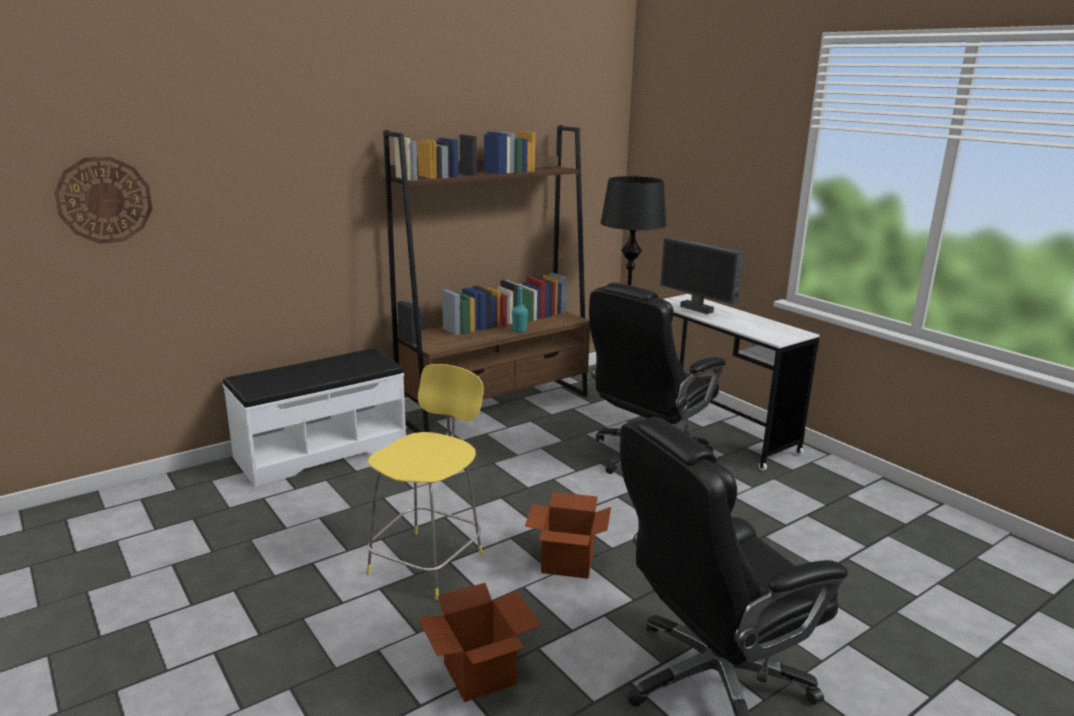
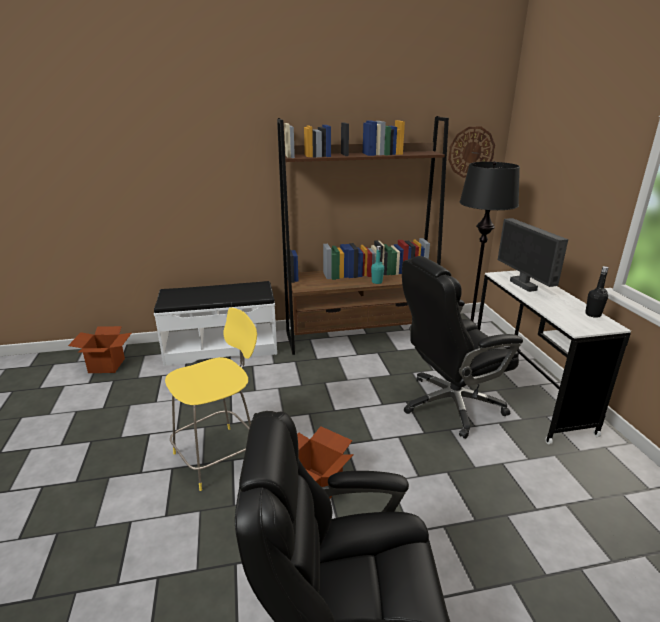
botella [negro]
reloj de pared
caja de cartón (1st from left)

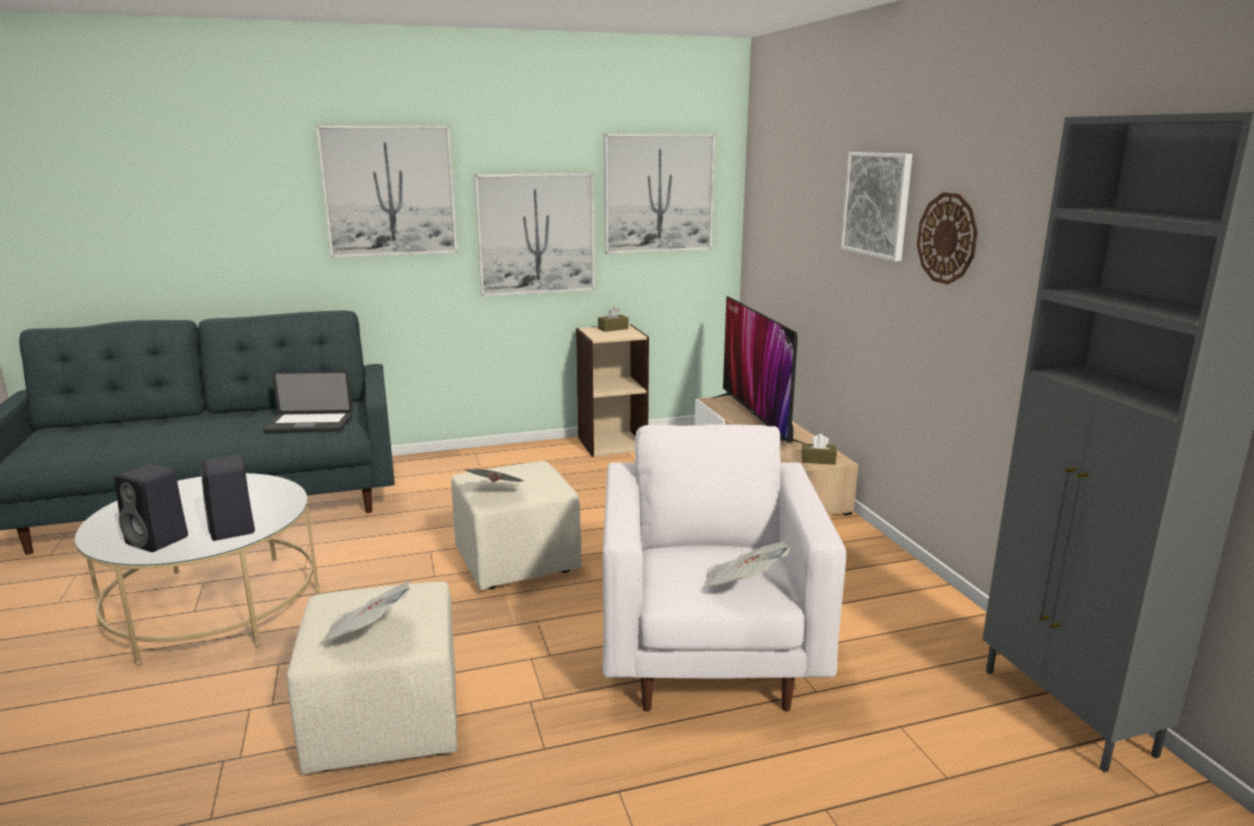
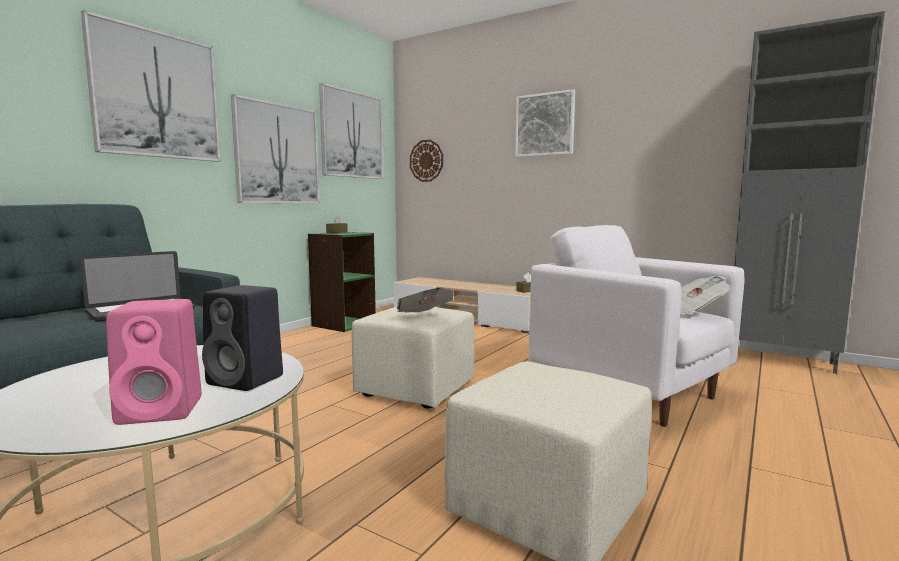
periódico (1st from left in the first image)
televisor
reloj de pared
altavoz [rosa]
estantería [verde]

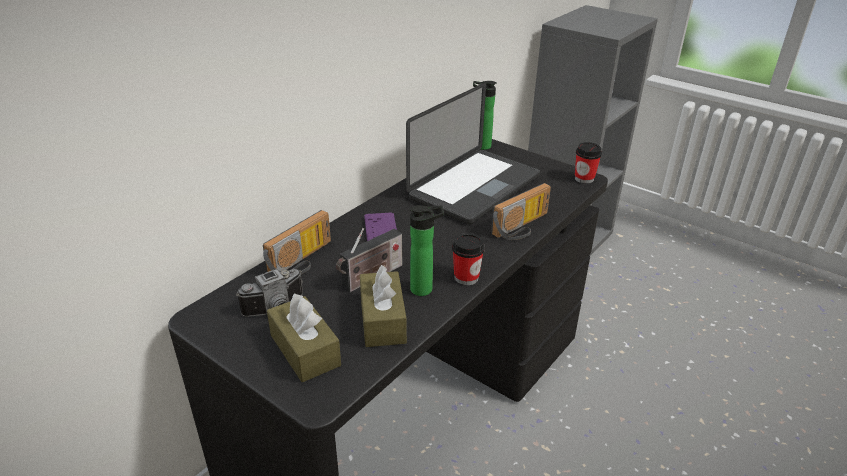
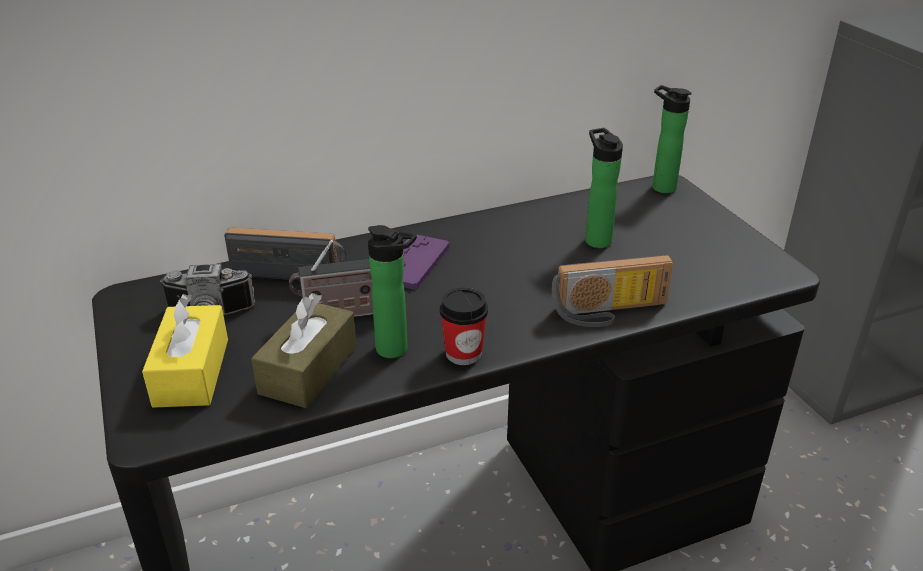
taza (2nd from left in the first image)
botella (2nd from left)
caja de pañuelos [amarillo]
radio (1st from left)

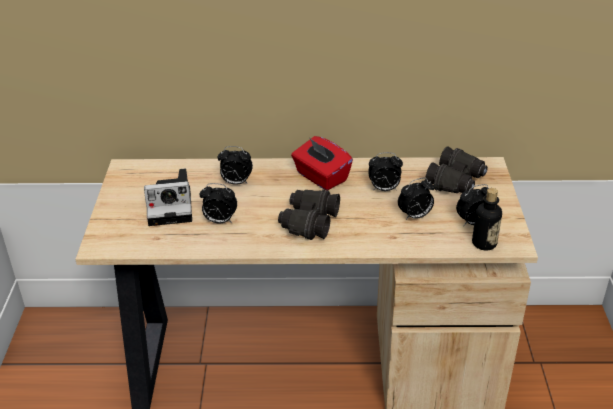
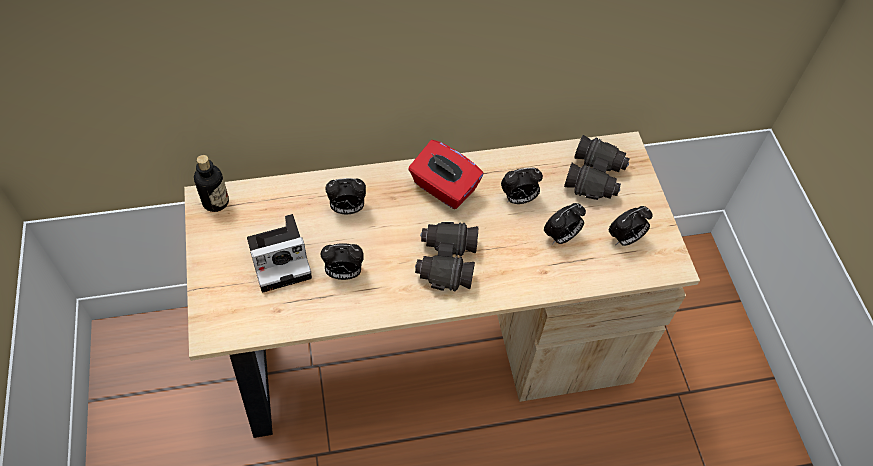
botella

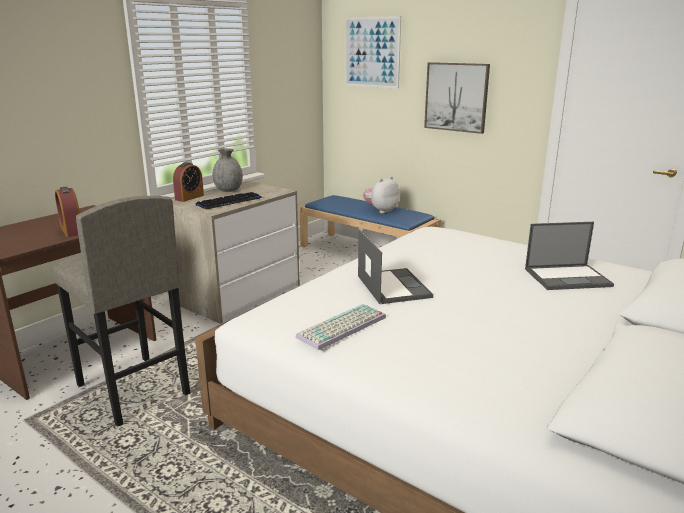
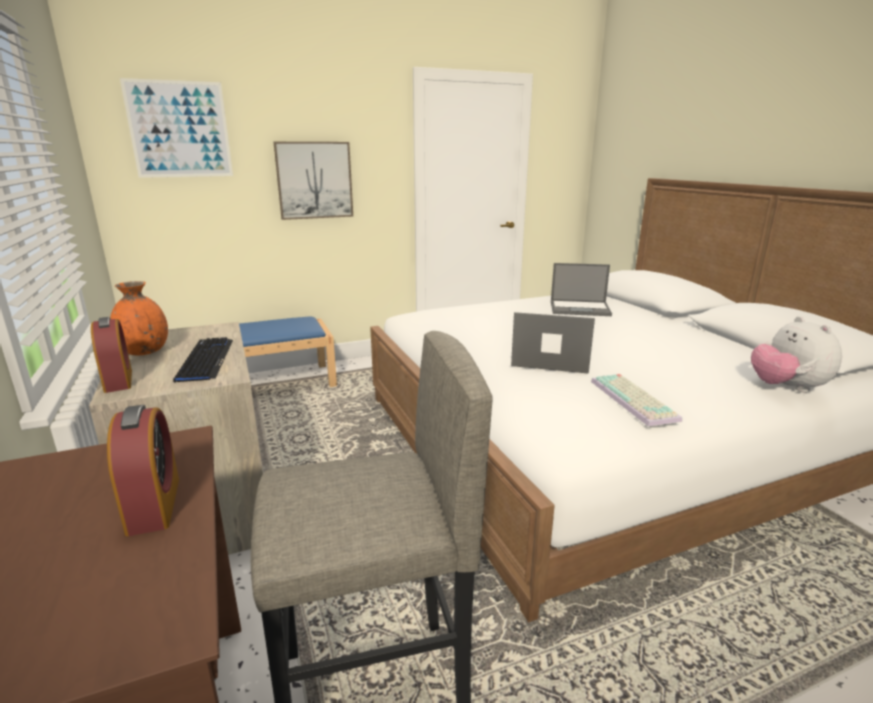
peluche
florero [naranja]
despertador (2nd from left)
portátil (2nd from left)

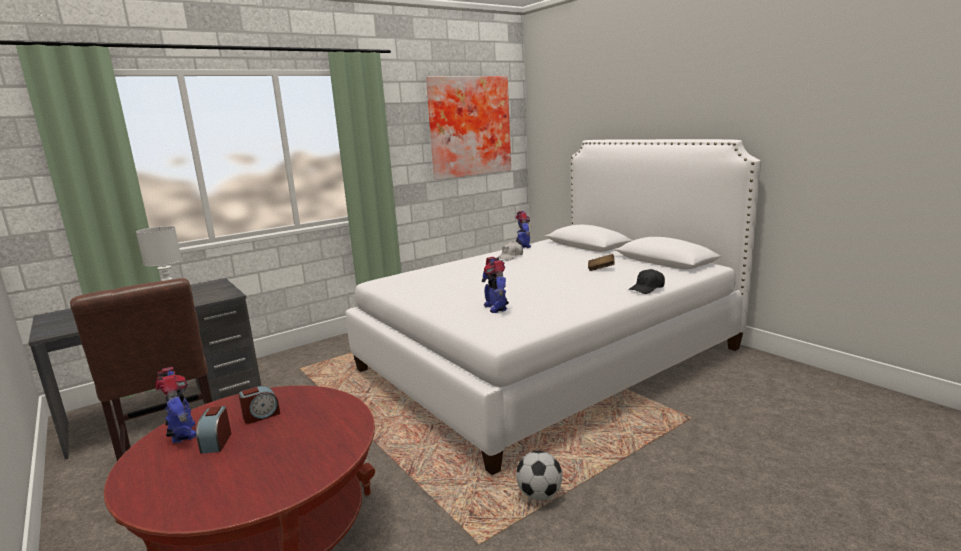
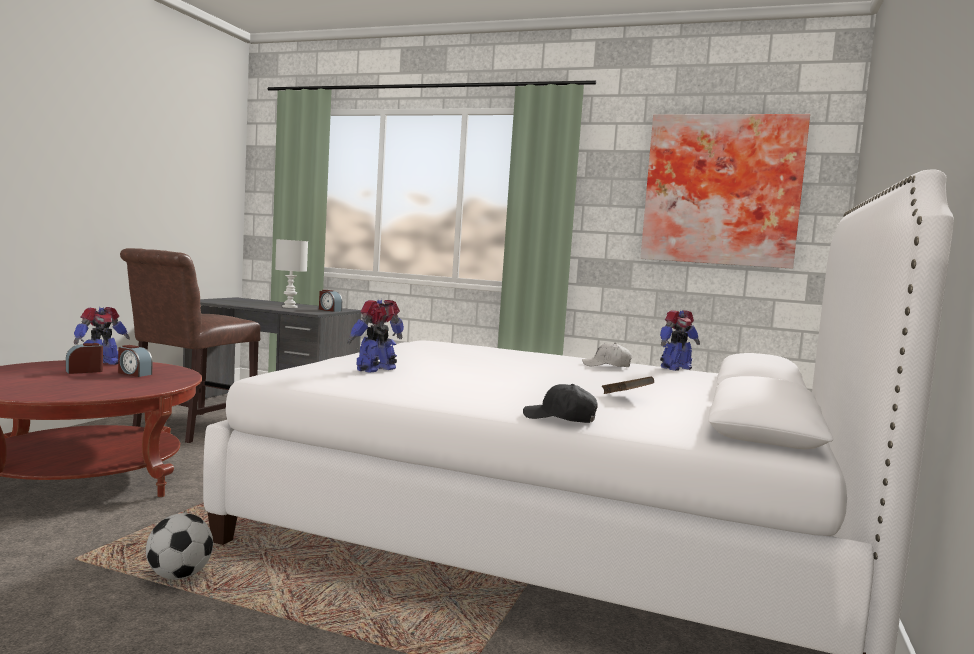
despertador (3rd from left)

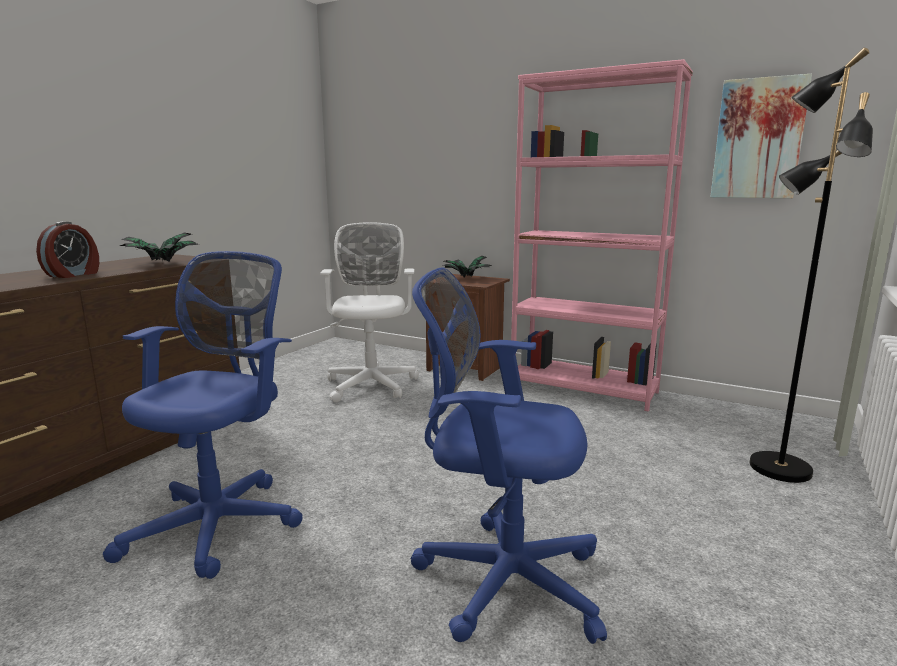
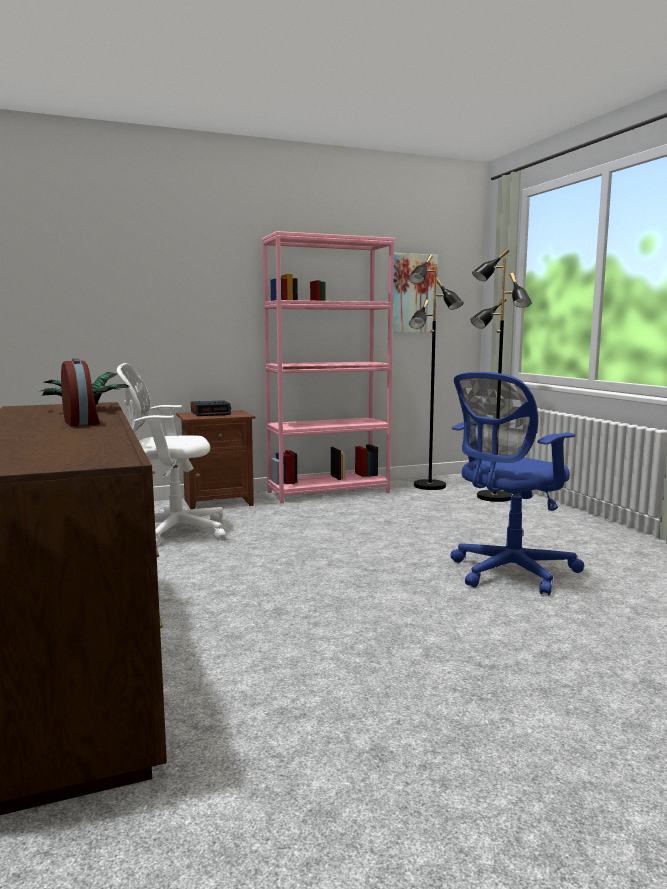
silla de oficina [azul] (1st from left in the first image)
lámpara de pie [negro] (1st from left)
despertador (2nd from left)
silla de oficina [blanco]

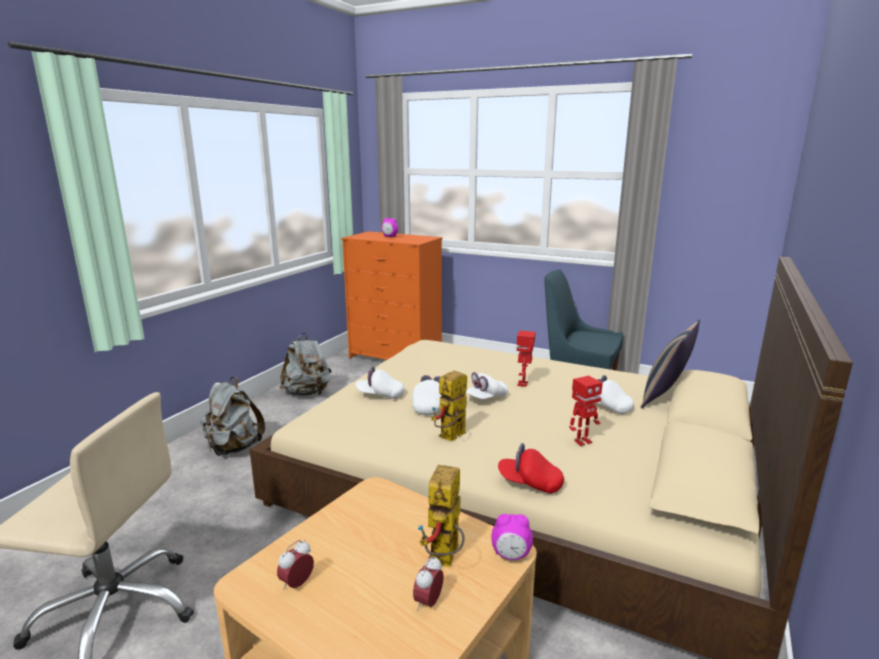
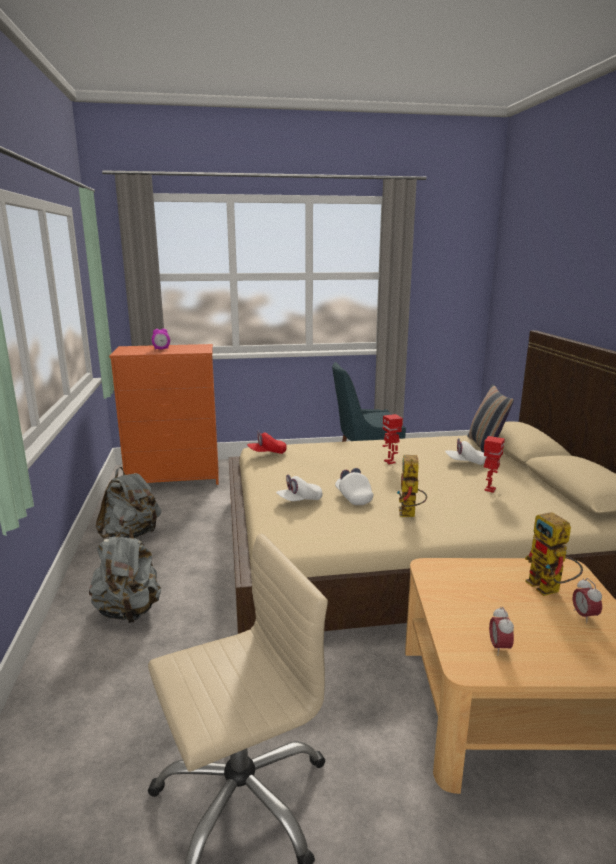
gorra [blanco] (3rd from left in the first image)
despertador (4th from left in the first image)
gorra [rojo]

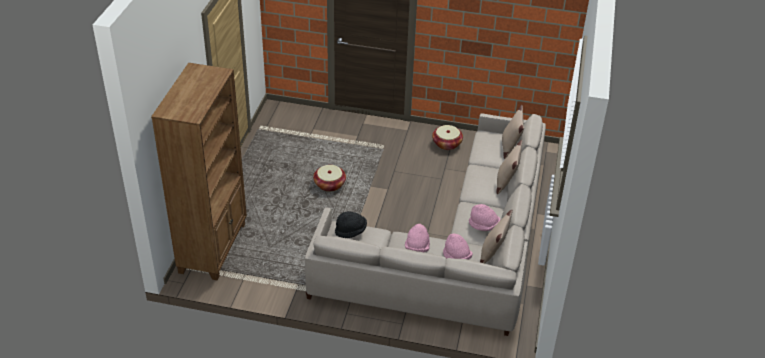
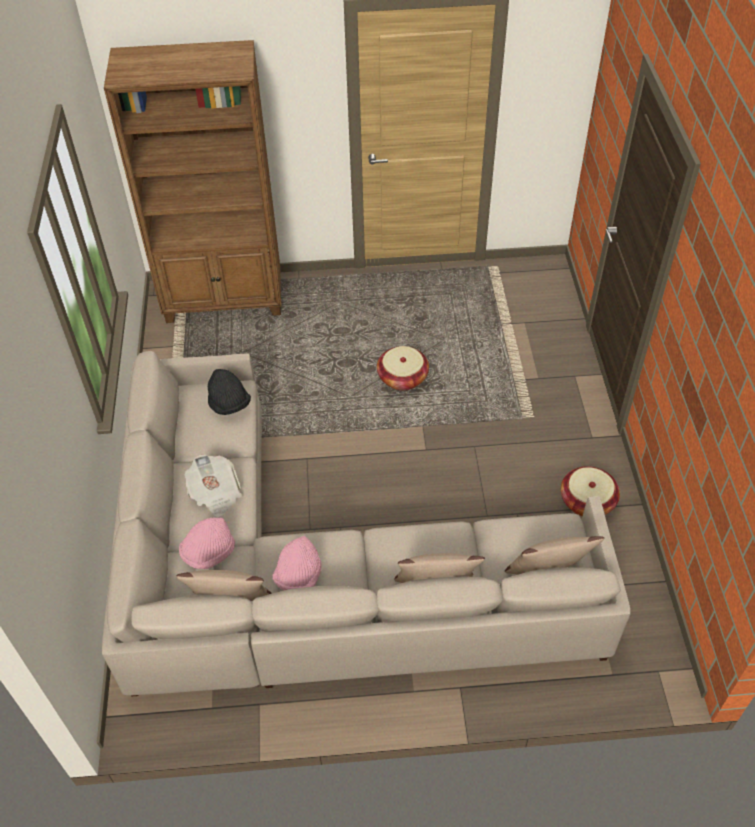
periódico

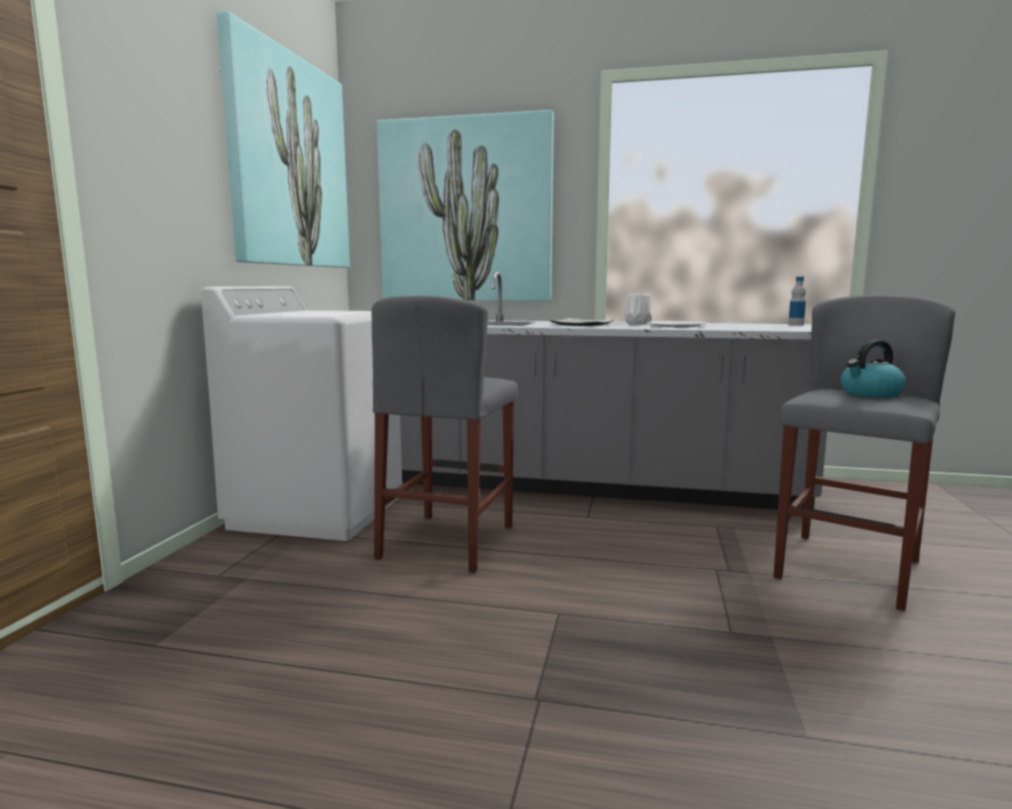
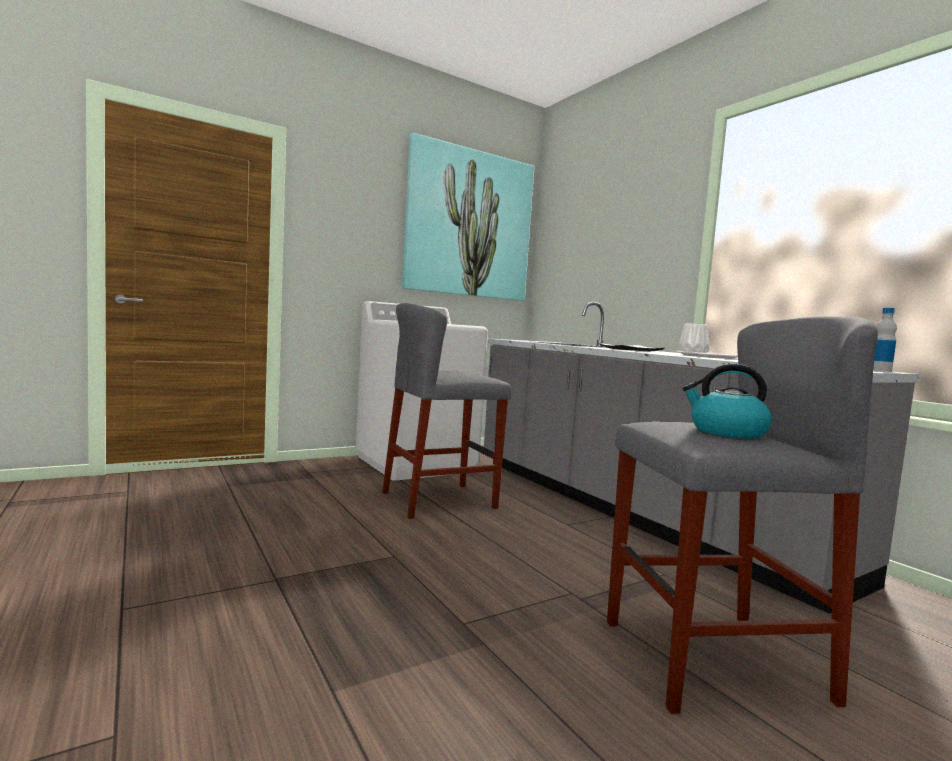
cuadro (2nd from left in the first image)

